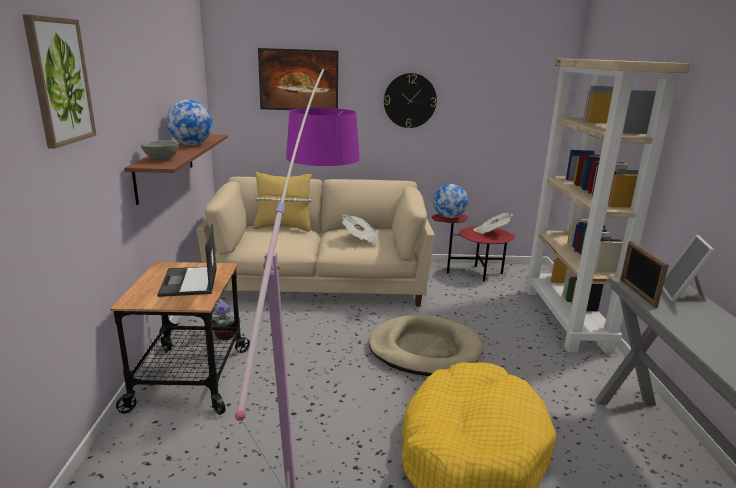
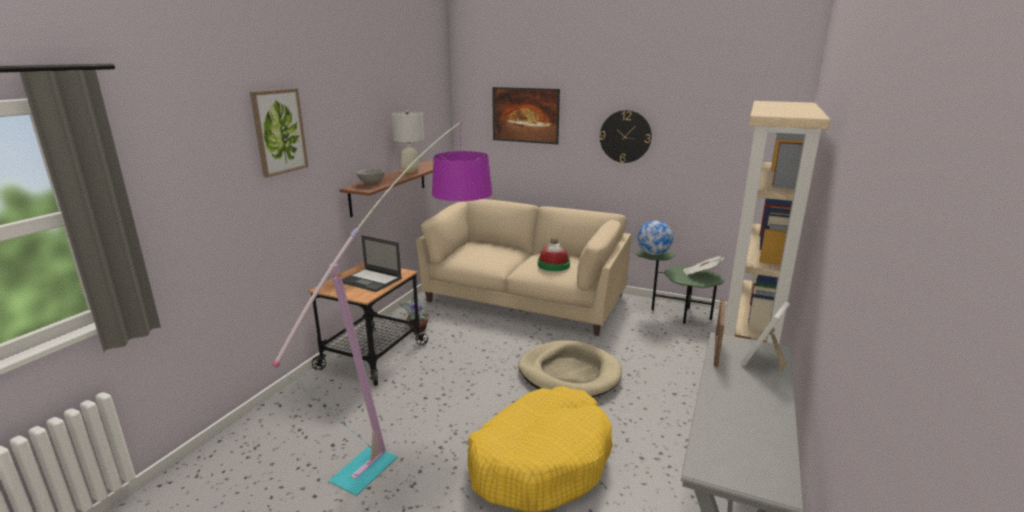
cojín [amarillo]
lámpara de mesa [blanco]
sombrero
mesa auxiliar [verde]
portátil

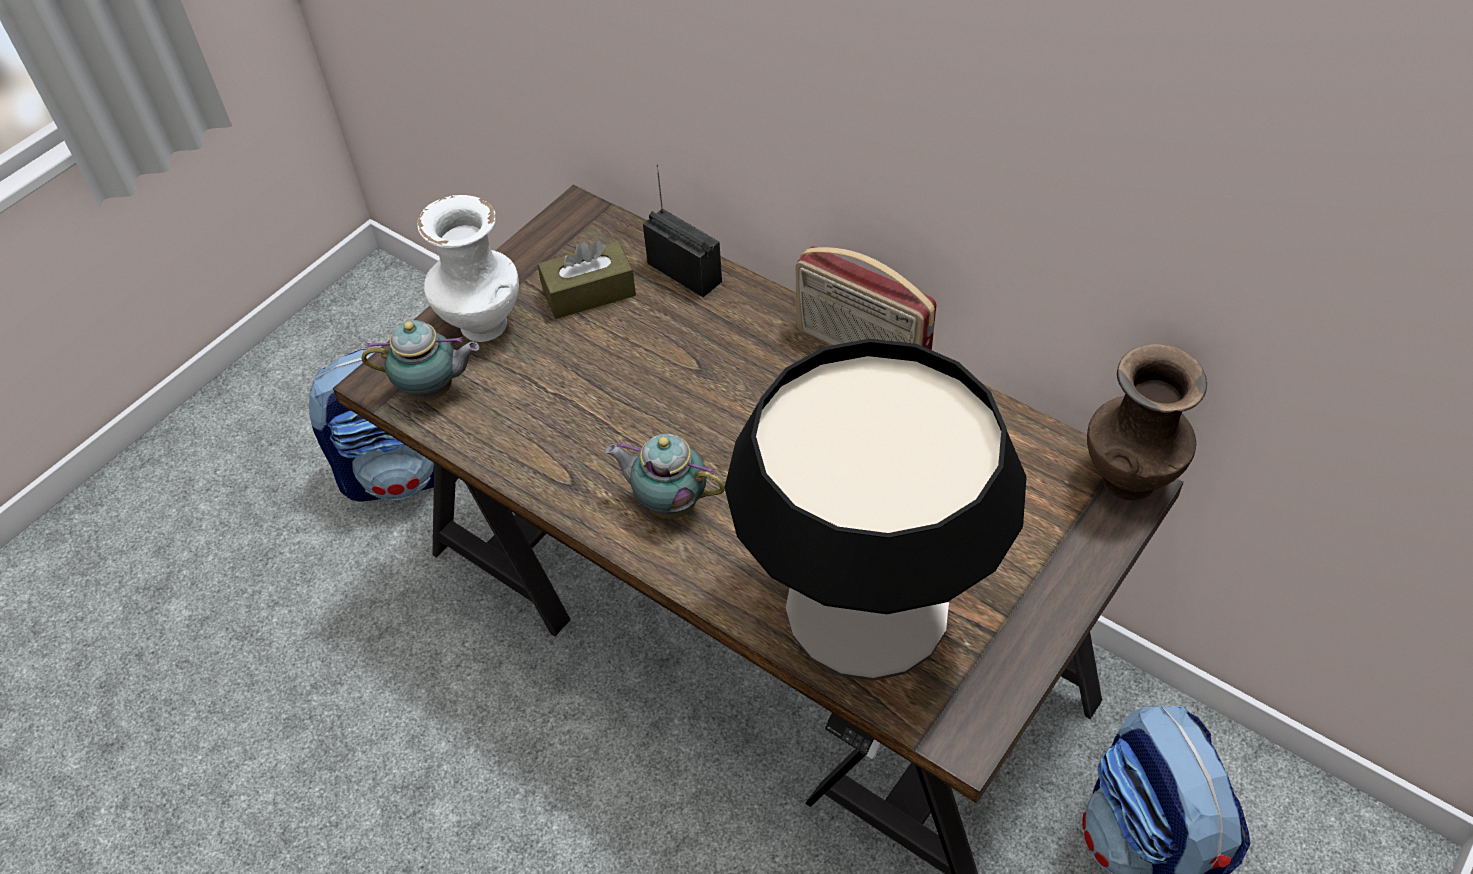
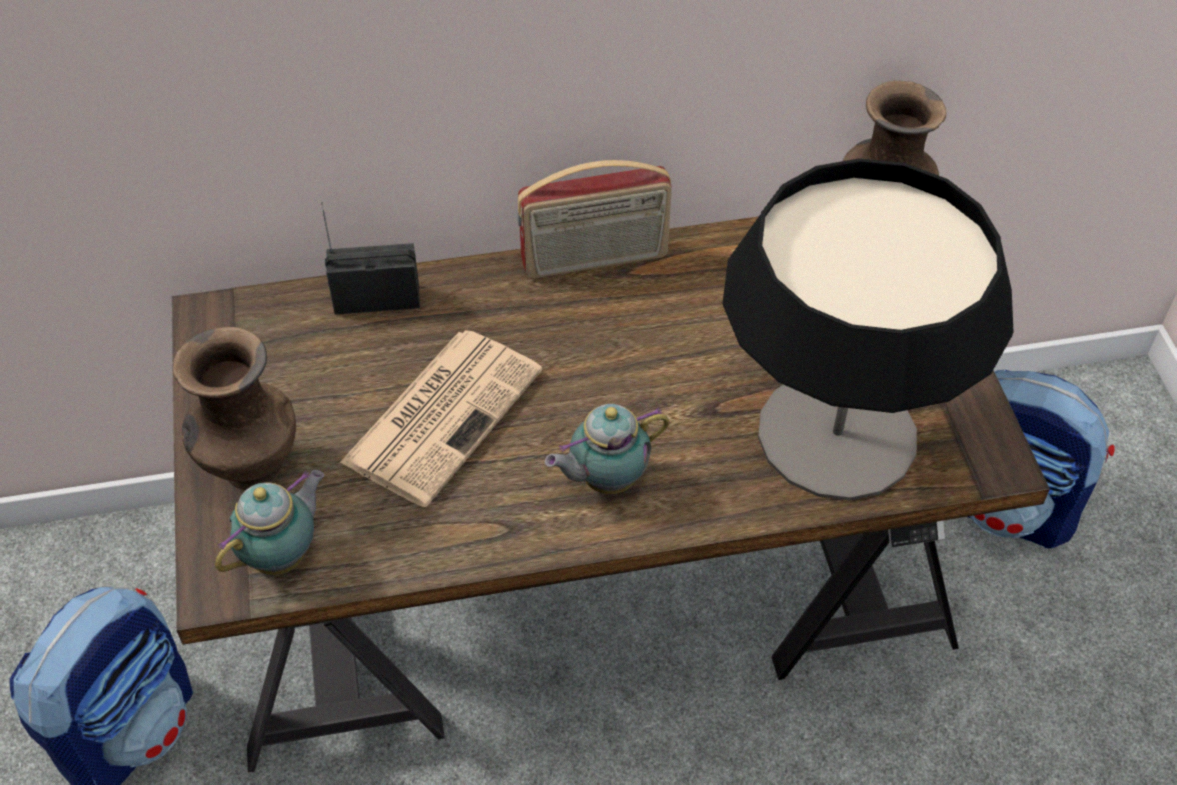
caja de pañuelos [marrón]
periódico
florero [marrón] (1st from left)

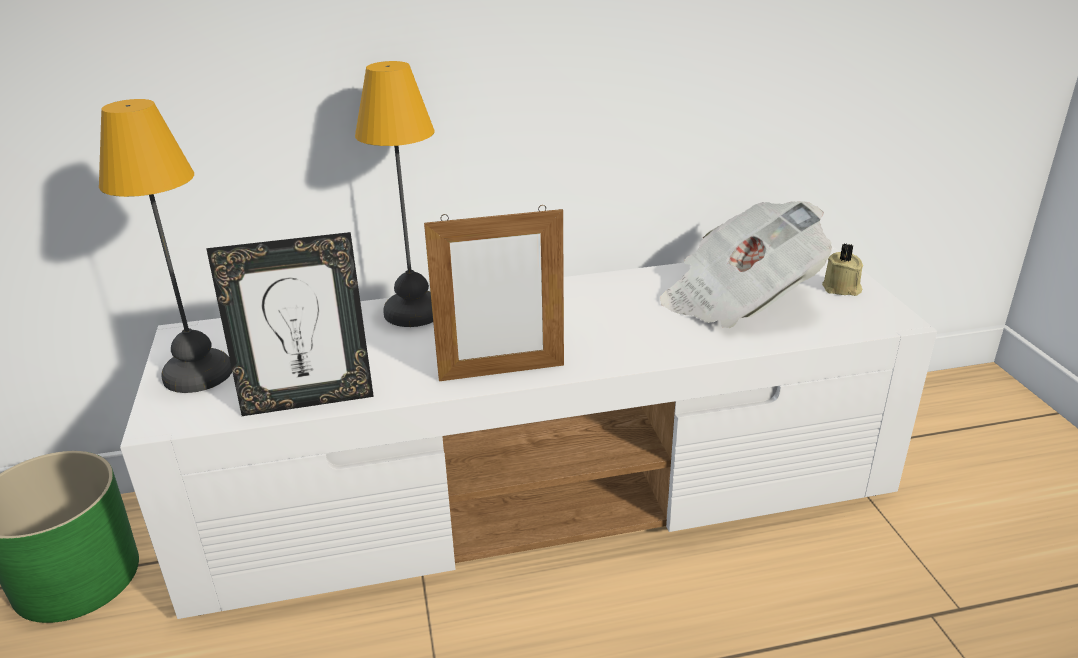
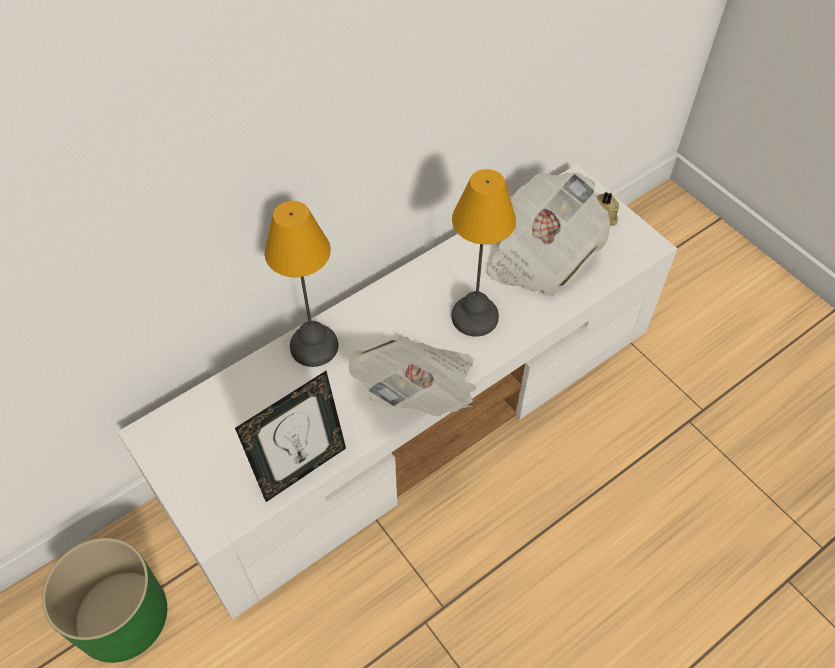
lámpara de mesa (2nd from left)
periódico (1st from left)

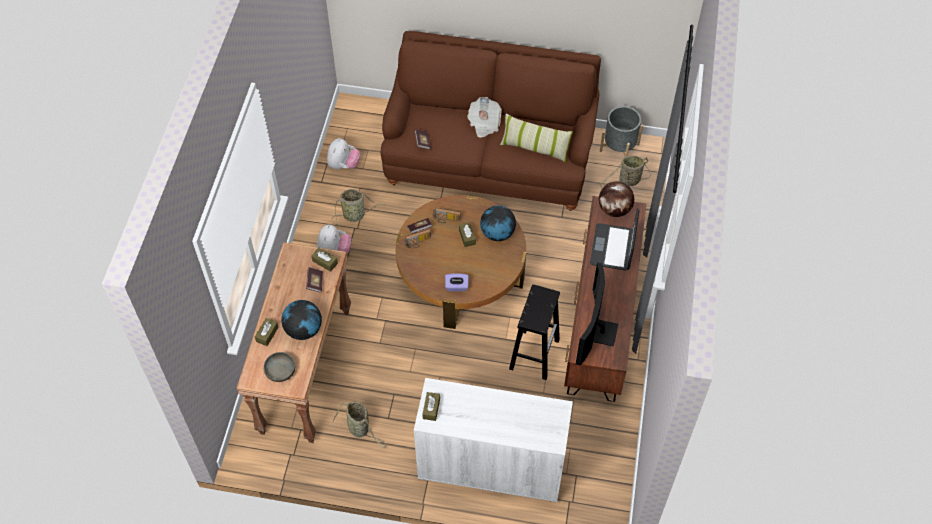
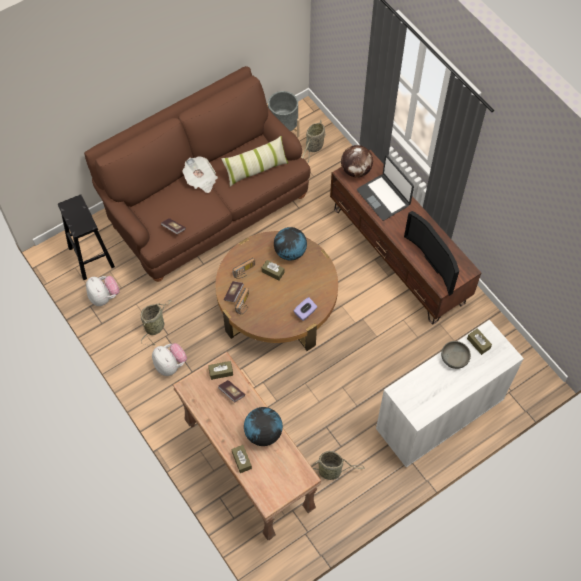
cuenco [gris]
caja de pañuelos [marrón] (4th from left)
taburete [negro]

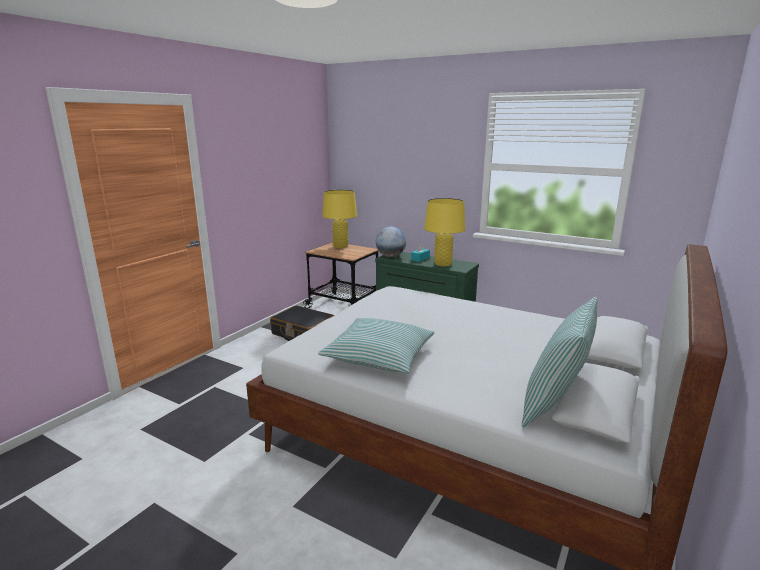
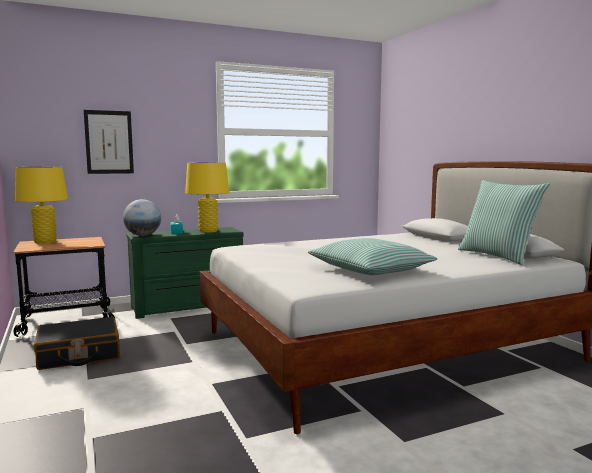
cuadro

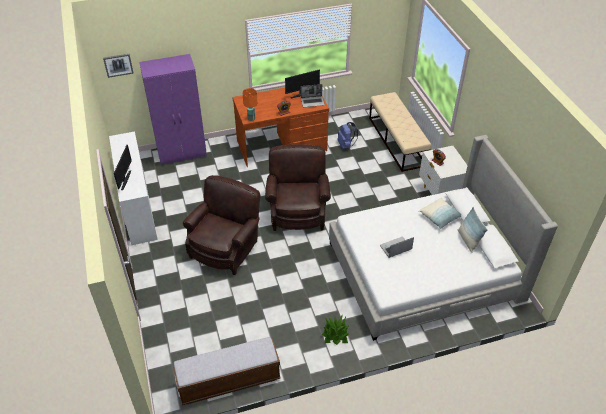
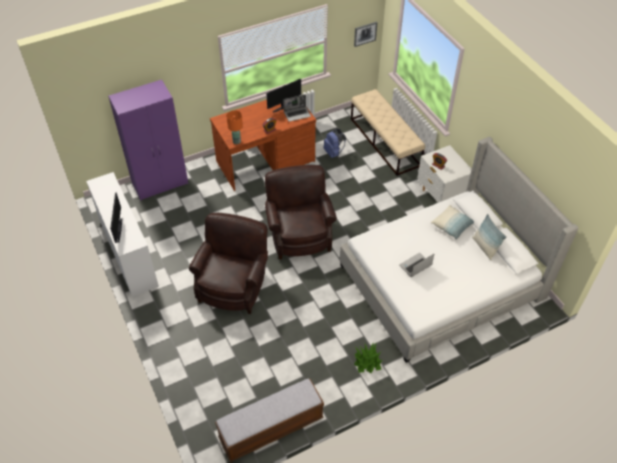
cuadro

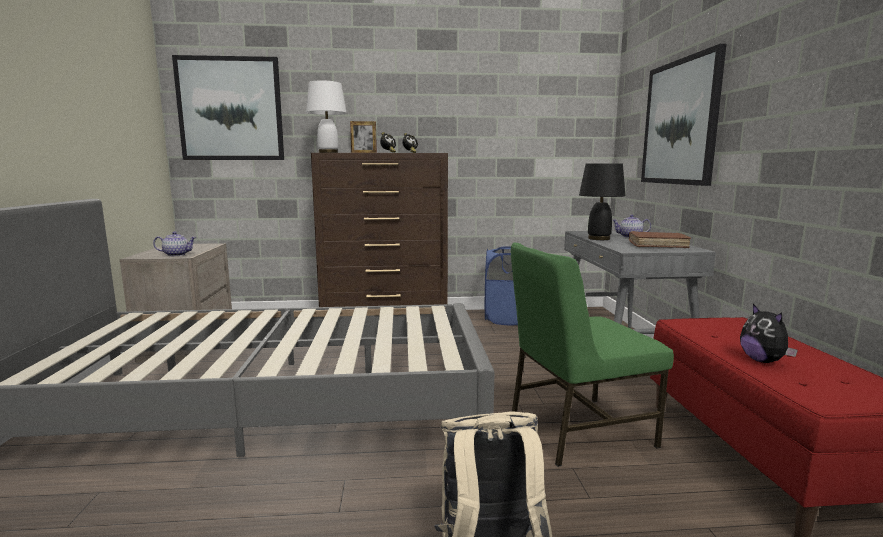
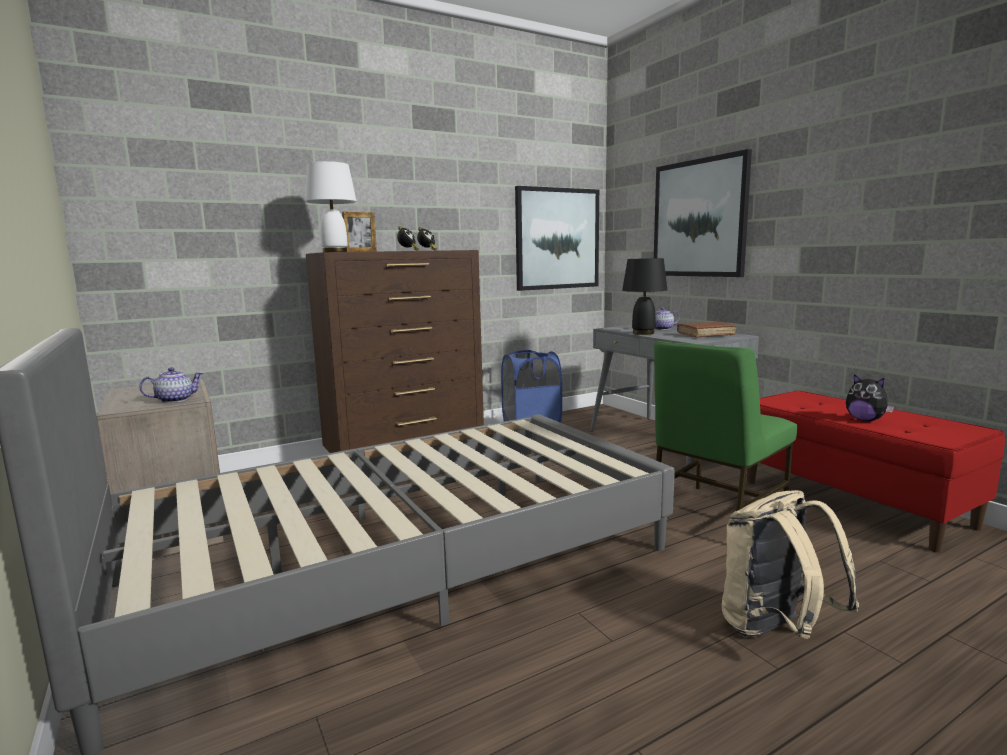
cuadro (1st from left)

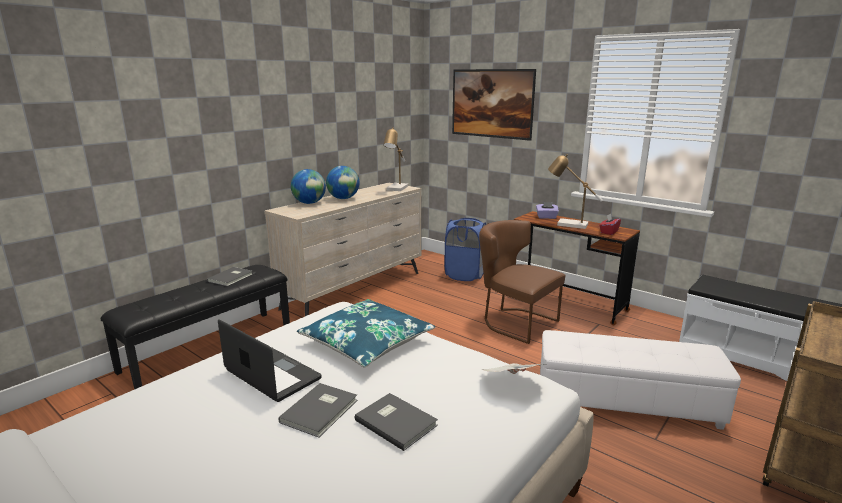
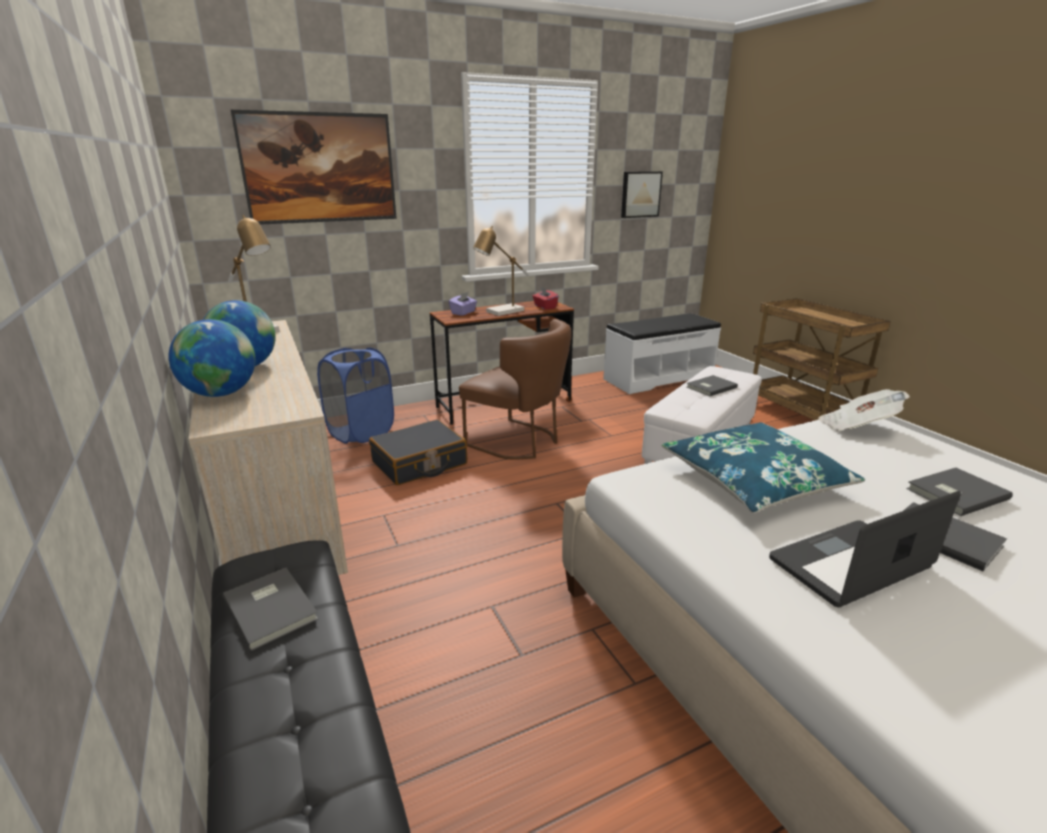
maleta [negro]
cuadro (2nd from left)
libro [gris] (2nd from left)
silla [marrón]

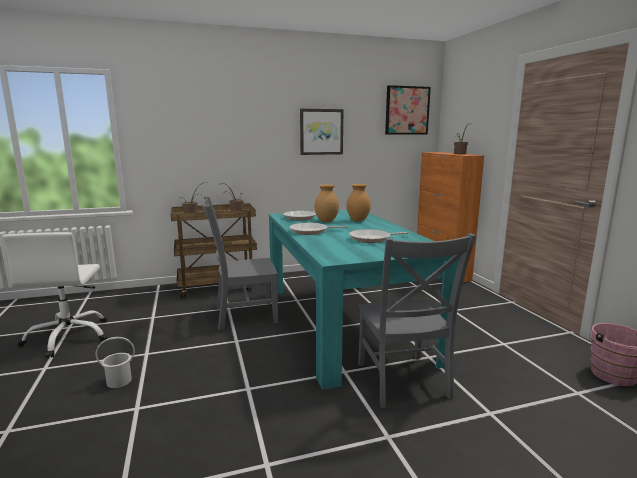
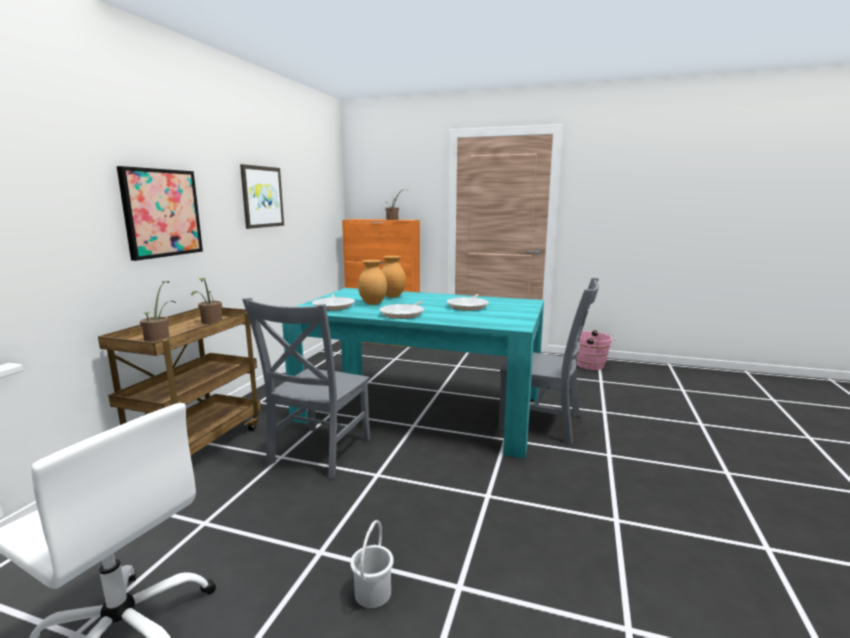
cuadro (1st from left)

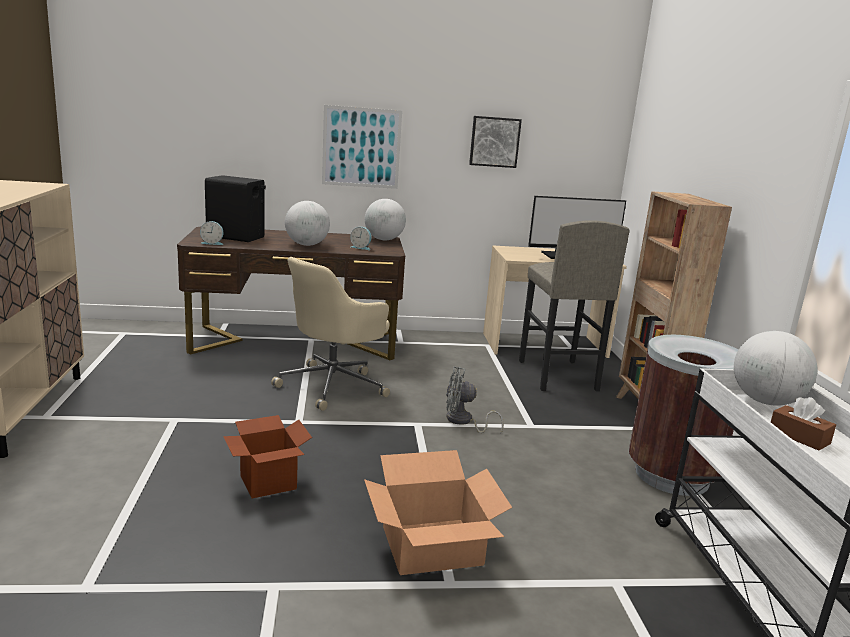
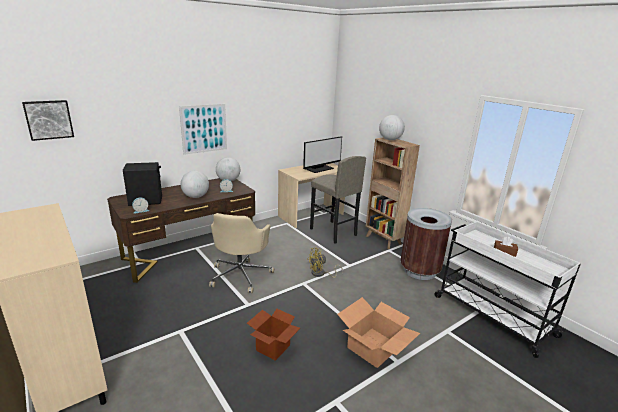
cuadro (1st from left)
globo terráqueo (3rd from left)
ventilador [amarillo]

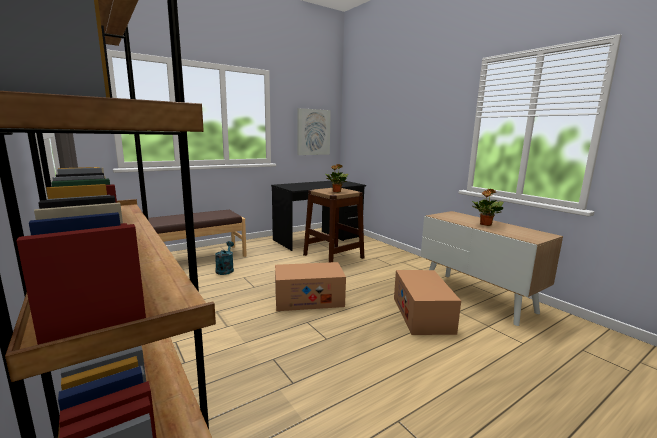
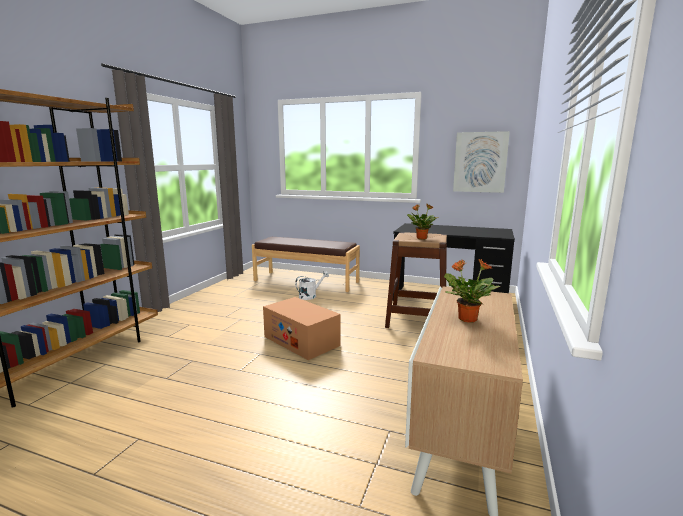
caja de cartón (2nd from left in the first image)
regadera [blanco]

